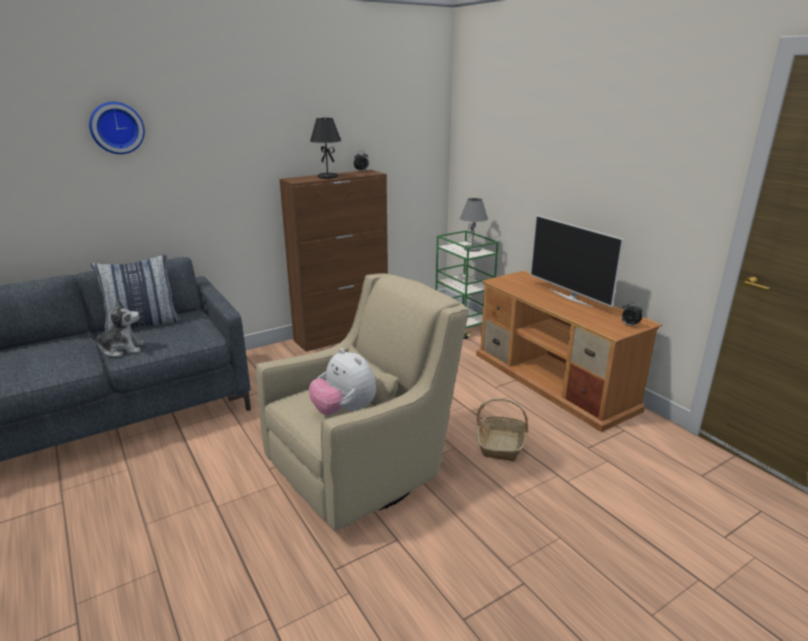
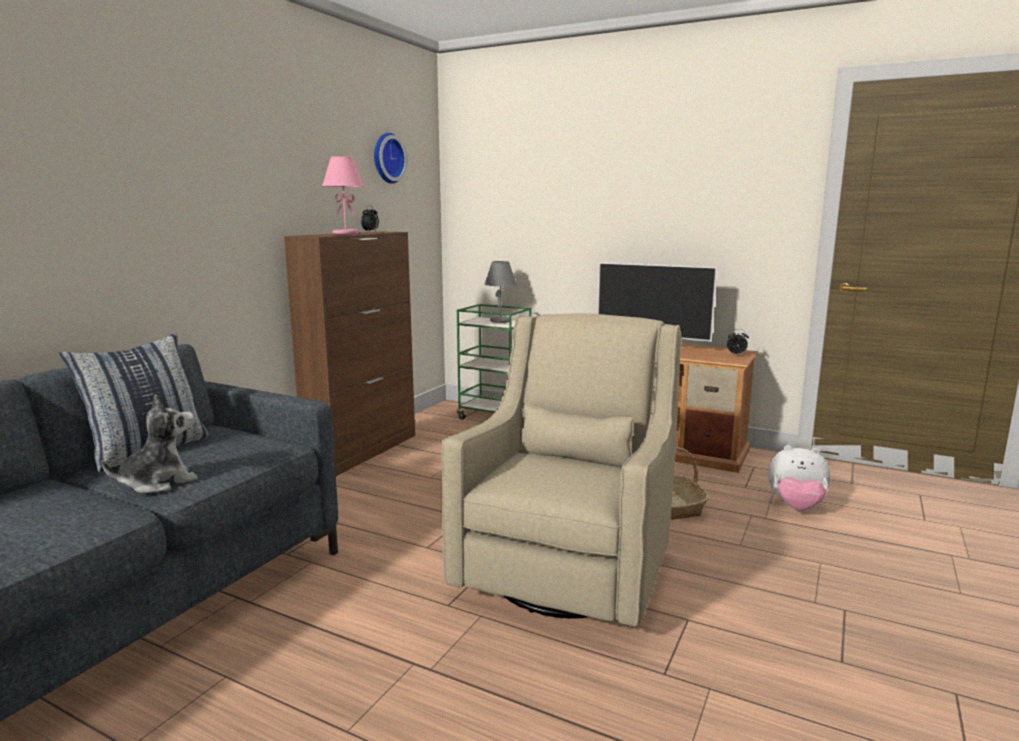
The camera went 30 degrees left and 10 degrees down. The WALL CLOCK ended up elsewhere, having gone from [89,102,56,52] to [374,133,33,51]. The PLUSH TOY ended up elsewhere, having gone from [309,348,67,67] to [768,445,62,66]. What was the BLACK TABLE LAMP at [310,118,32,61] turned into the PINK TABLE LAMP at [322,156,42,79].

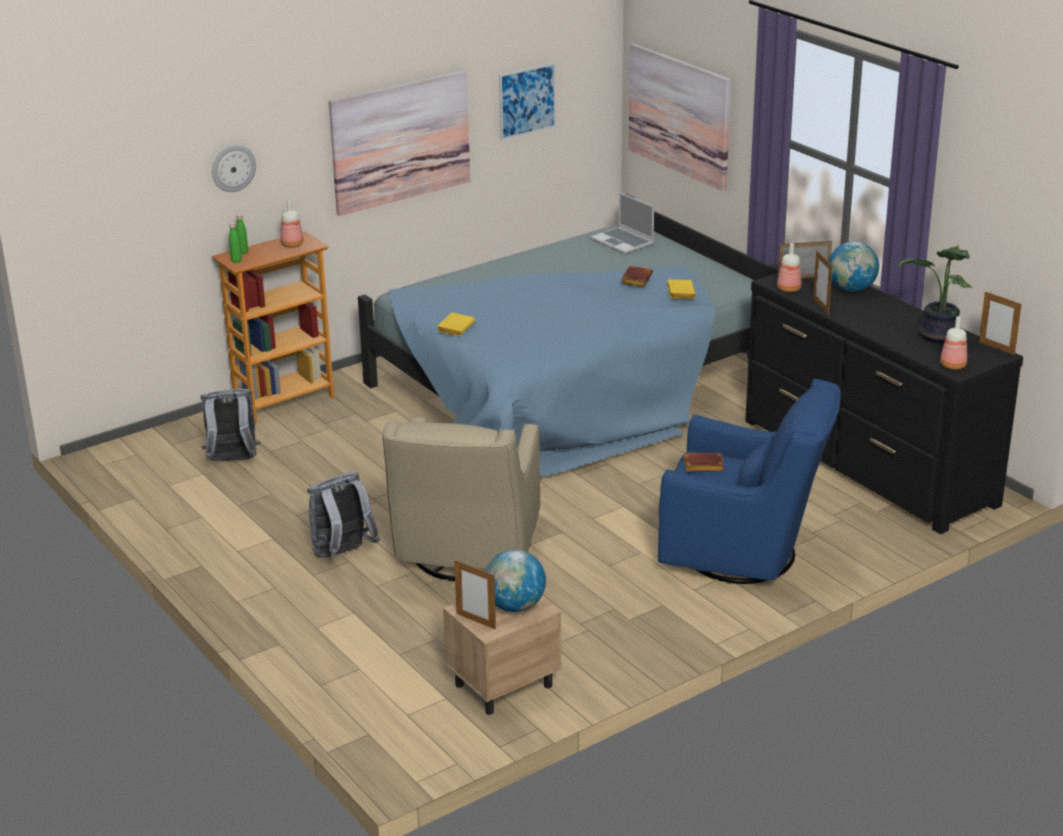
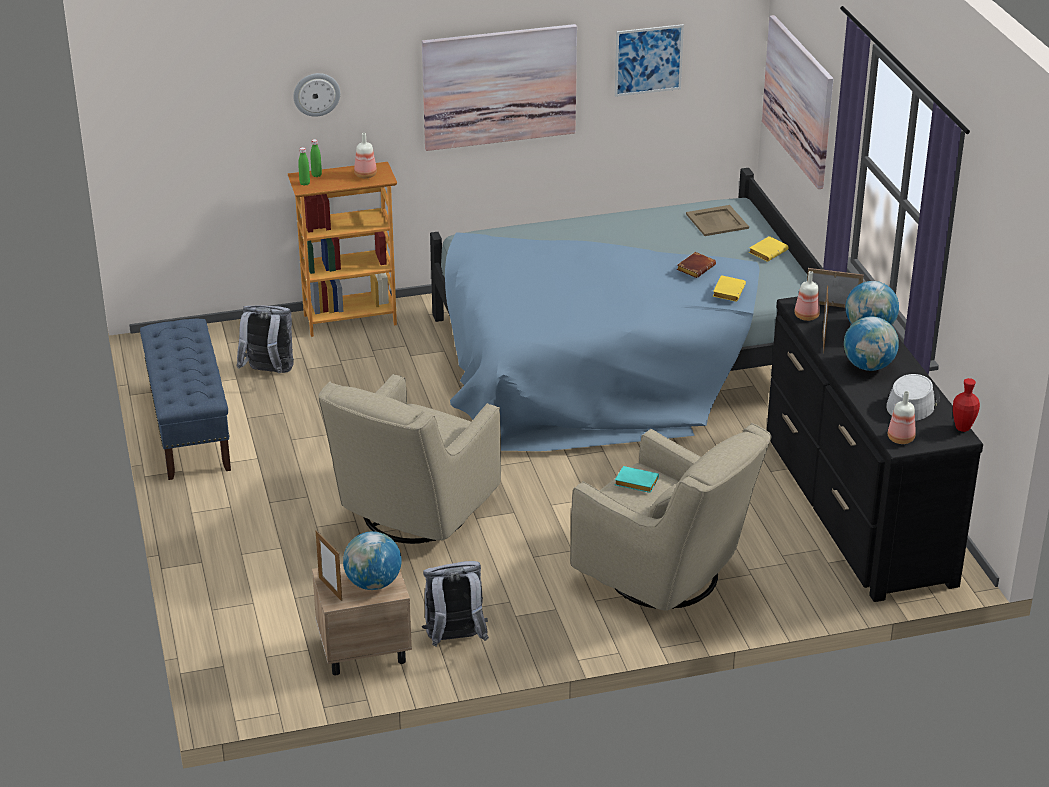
The camera went 20 degrees right and 5 degrees up. The second view gained the BLUE BENCH at [140,319,91,161]. The second view gained the GLOBE at [844,316,55,55]. The GREY BACKPACK ended up elsewhere, having gone from [307,472,73,86] to [422,561,67,86]. The YELLOW BOOK ended up elsewhere, having gone from [437,313,38,23] to [749,236,39,26]. Where the LAPTOP stood at [591,192,63,62], the BEIGE TRAY came to stand at [686,205,63,31]. Where the POTTED PLANT stood at [899,246,73,98], the GREY HAT came to stand at [886,374,54,47]. Where the PICTURE FRAME stood at [979,291,43,64], the RED VASE came to stand at [953,378,27,54]. What was the BLUE ARMCHAIR at [658,379,183,205] turned into the BEIGE ARMCHAIR at [570,423,201,188]. What was the BROWN BOOK at [684,453,40,19] turned into the TURQUOISE BOOK at [615,466,44,27].

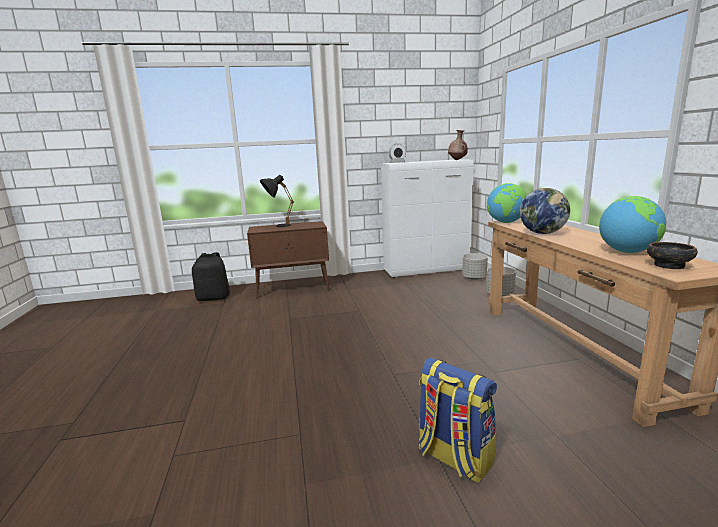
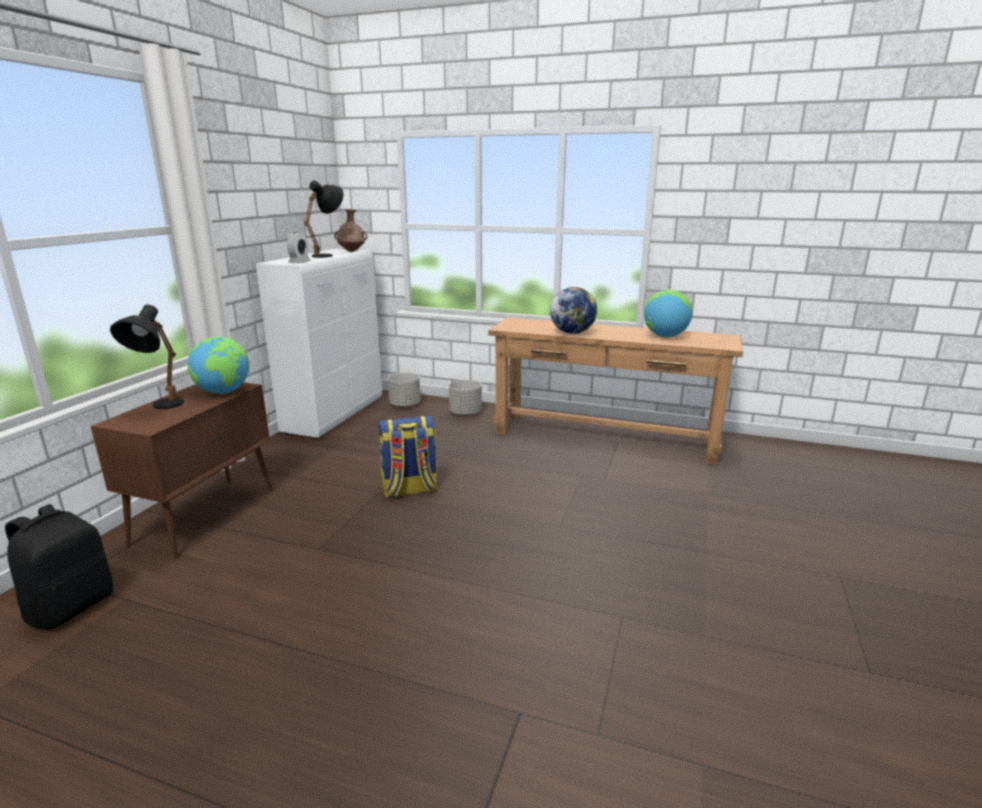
The camera went 60 degrees left and 5 degrees up. The second view lost the BOWL at [647,242,51,27]. The second view gained the BLACK TABLE LAMP at [304,180,40,78]. The BACKPACK ended up elsewhere, having gone from [418,357,79,126] to [378,416,60,82]. The GLOBE ended up elsewhere, having gone from [487,183,40,40] to [187,336,62,58].

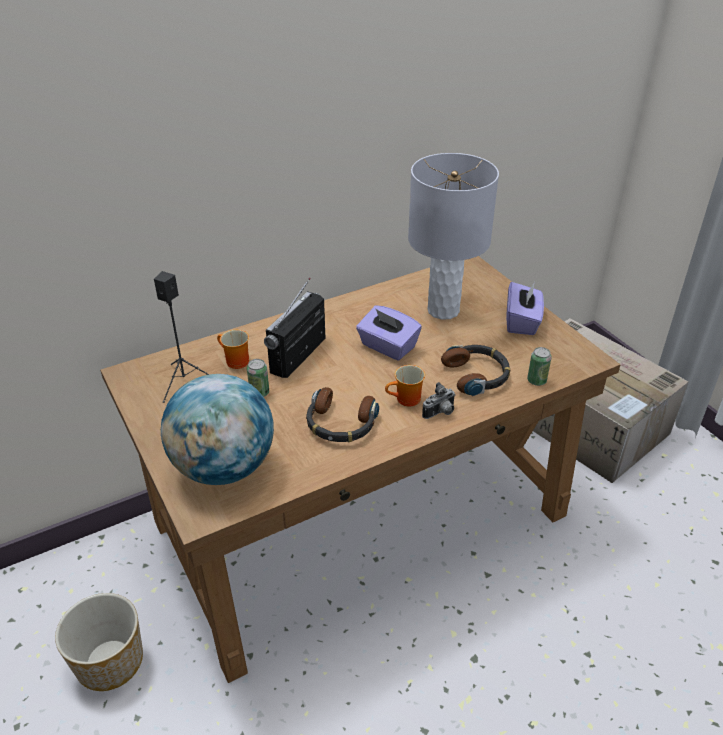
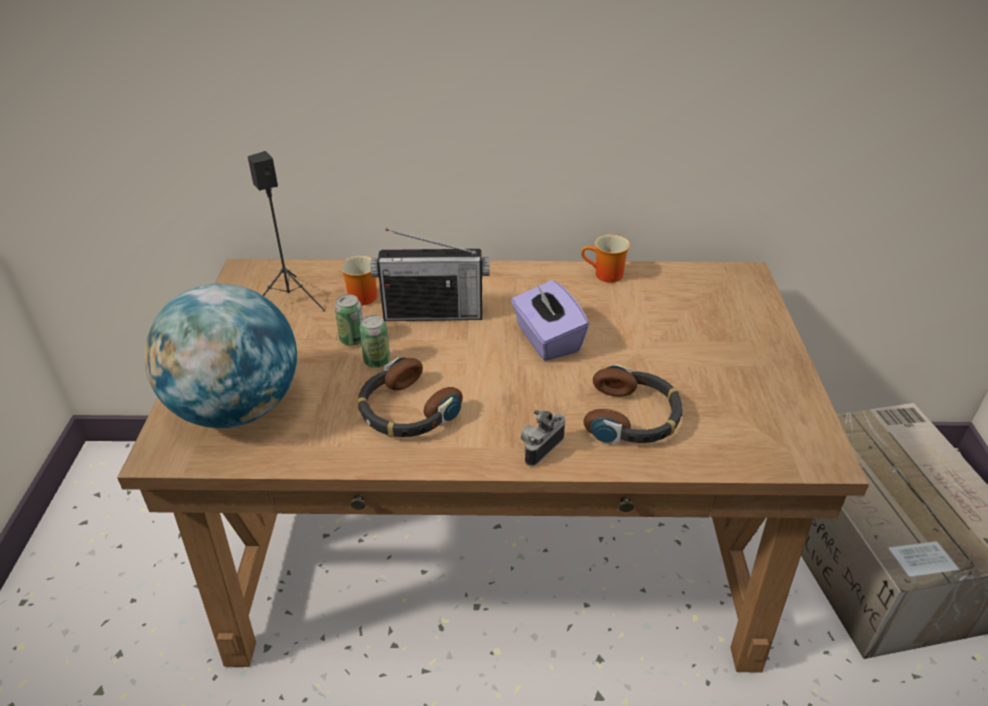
The camera went 30 degrees right and 0 degrees up. The second view lost the PLANTER at [55,593,88,98]. The second view lost the GREY TABLE LAMP at [408,153,91,167]. The second view lost the PURPLE TISSUE BOX at [506,282,38,53]. The MUG ended up elsewhere, having gone from [385,365,40,42] to [581,235,49,48]. The CAN ended up elsewhere, having gone from [527,347,25,39] to [359,315,31,53]. The RADIO at [264,278,61,100] ended up facing another way, 150 degrees counterclockwise from before. The PHOTO CAMERA at [422,382,33,37] ended up facing another way, 135 degrees clockwise from before.

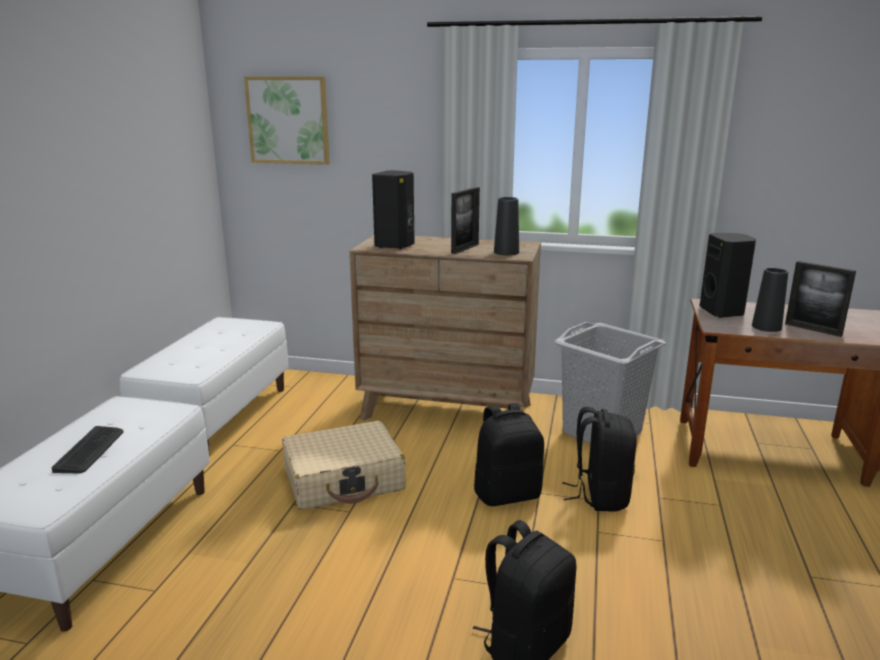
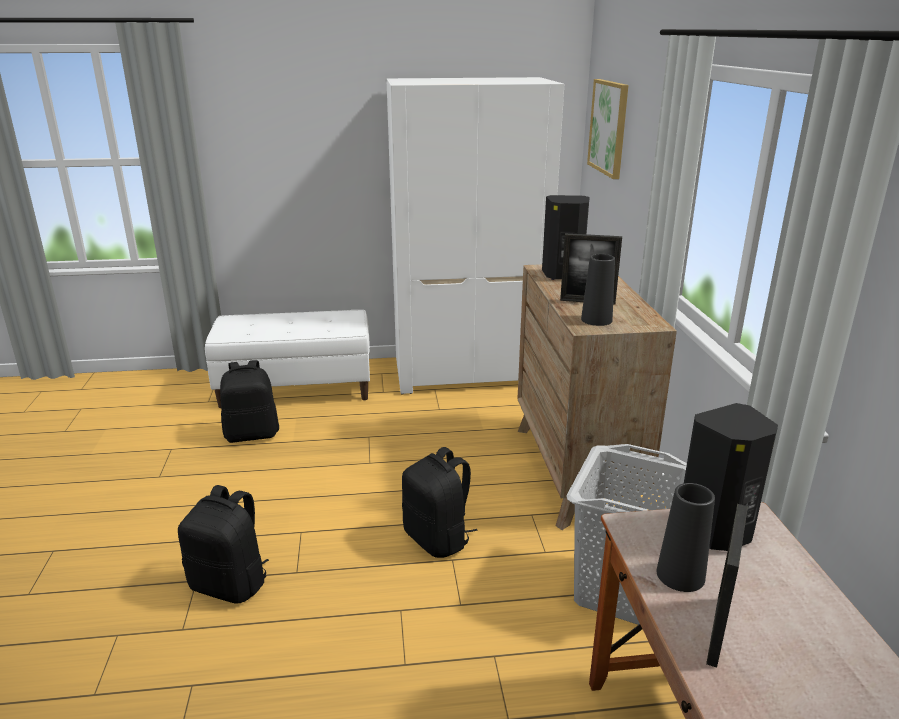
The camera went 70 degrees right and 5 degrees up. The second view lost the KEYBOARD at [51,426,73,47]. The second view lost the BEIGE SUITCASE at [282,421,124,89]. The BLACK BACKPACK ended up elsewhere, having gone from [562,407,75,105] to [220,360,59,83]. Where the WHITE BENCH stood at [120,317,169,142], the WHITE WARDROBE came to stand at [386,77,178,318].

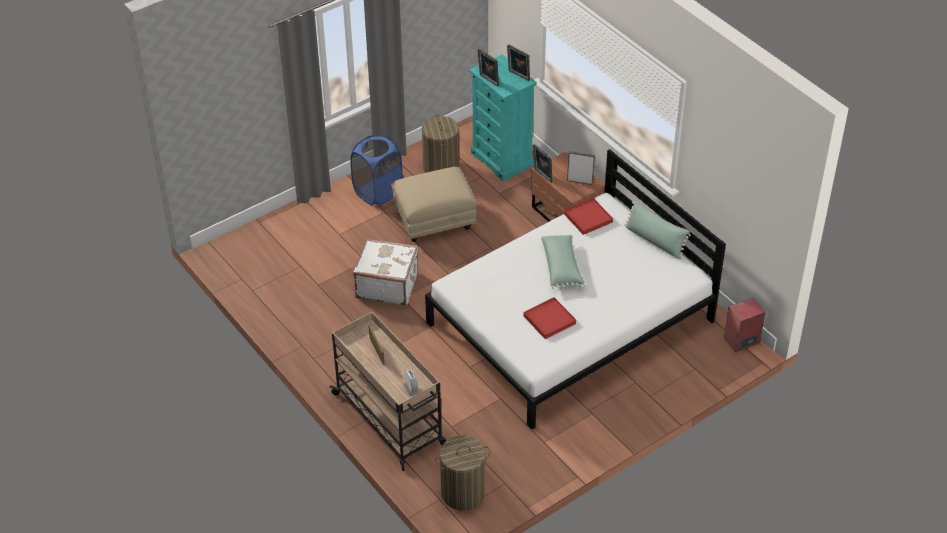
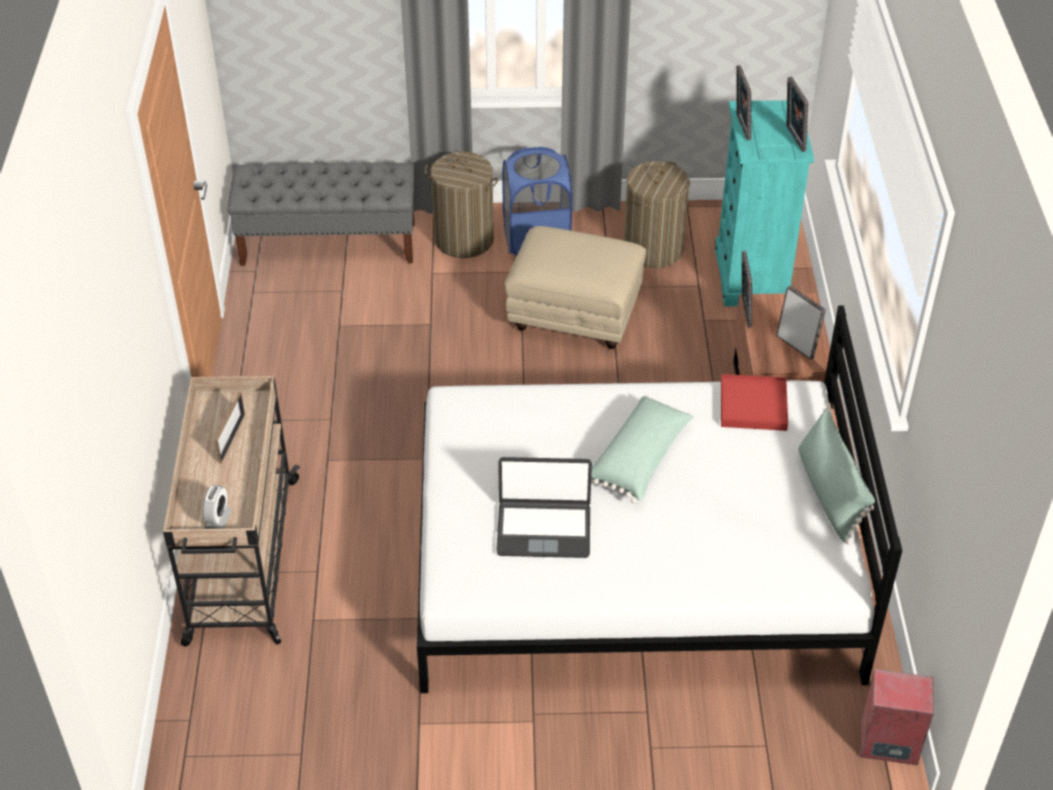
The camera went 35 degrees right and 0 degrees up. The second view lost the WHITE SUITCASE at [353,238,65,68]. The second view gained the GREY BENCH at [228,163,187,103]. The LAUNDRY BASKET ended up elsewhere, having gone from [435,435,55,76] to [425,152,74,106]. Where the RED TRAY stood at [523,297,53,42], the LAPTOP came to stand at [496,457,96,101].

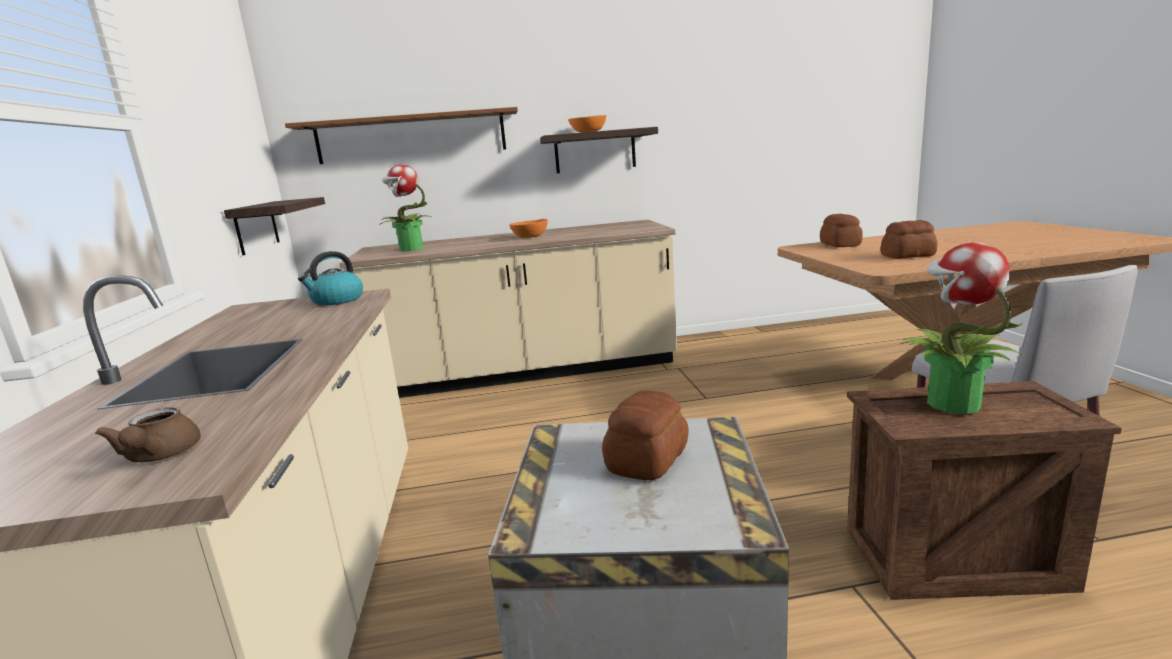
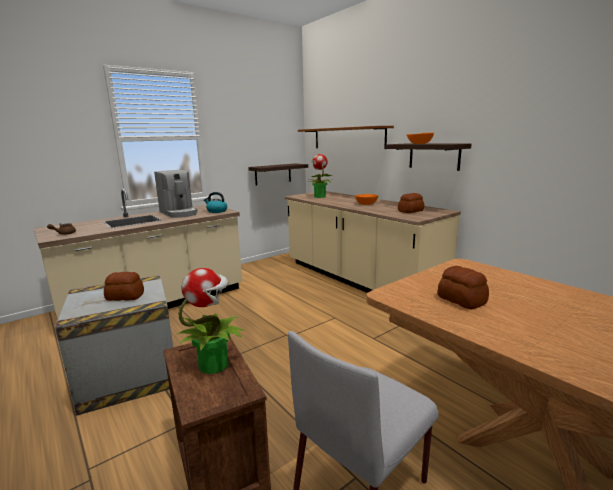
The camera went 60 degrees right and 0 degrees up. The second view gained the COFFEE MACHINE at [154,170,44,48]. The BREAD ended up elsewhere, having gone from [820,214,43,33] to [398,193,26,20].

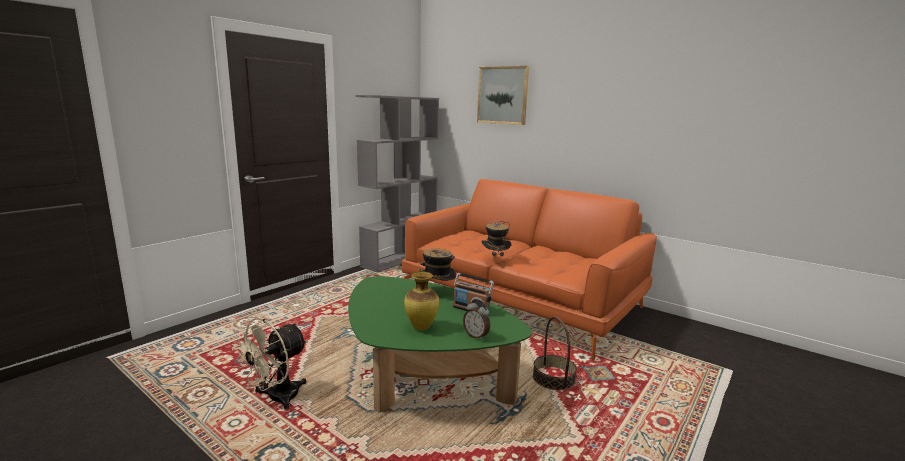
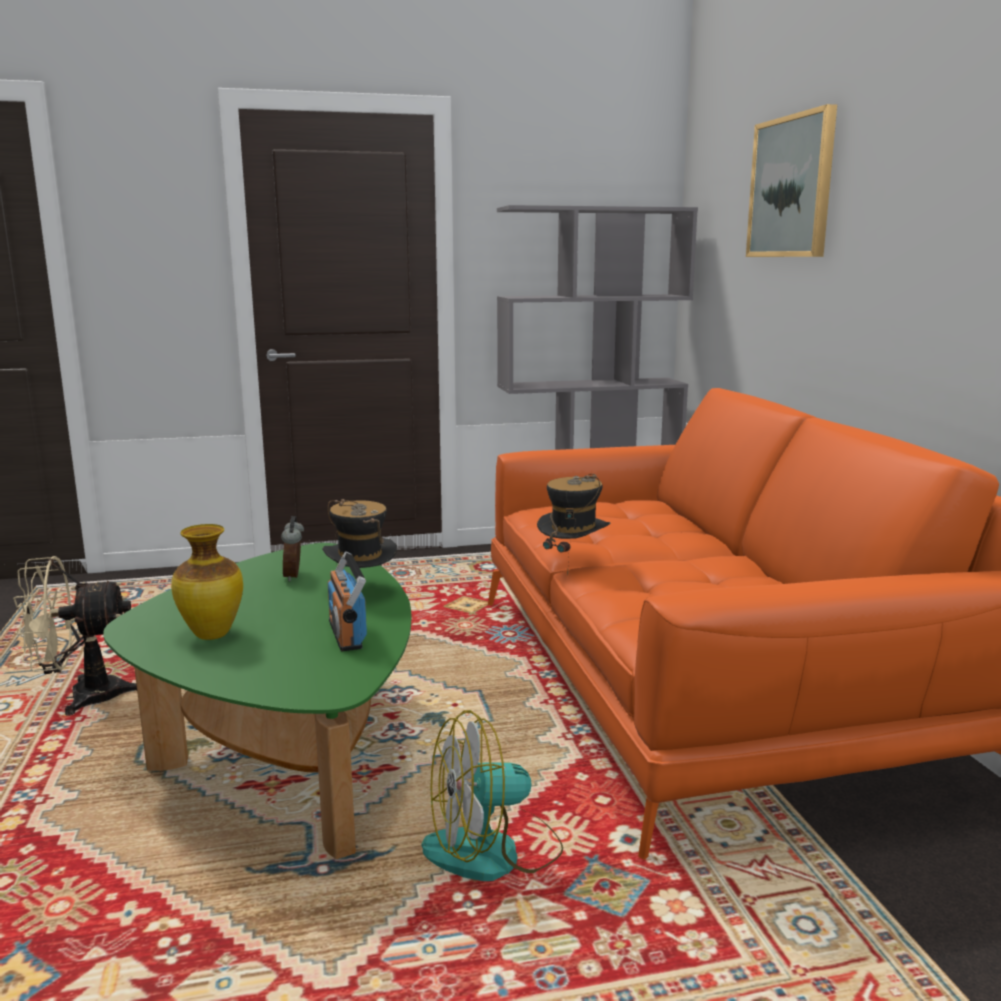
The camera went 40 degrees right and 0 degrees up. The ALARM CLOCK ended up elsewhere, having gone from [463,300,27,40] to [281,516,23,66]. Where the BASKET stood at [533,316,44,74], the FAN came to stand at [422,710,141,171].

